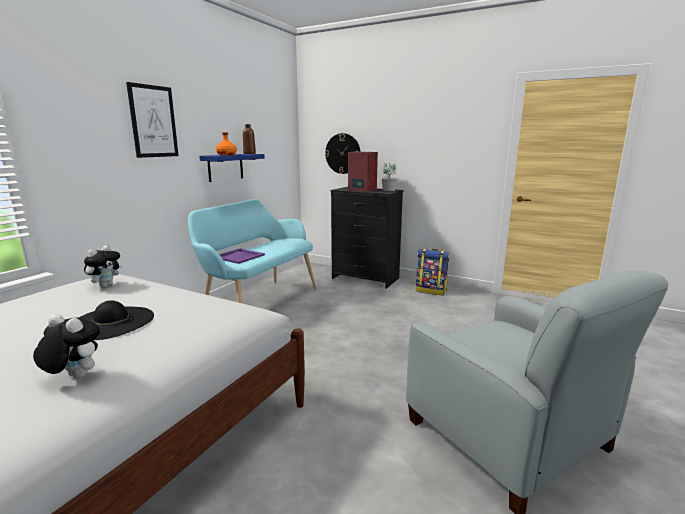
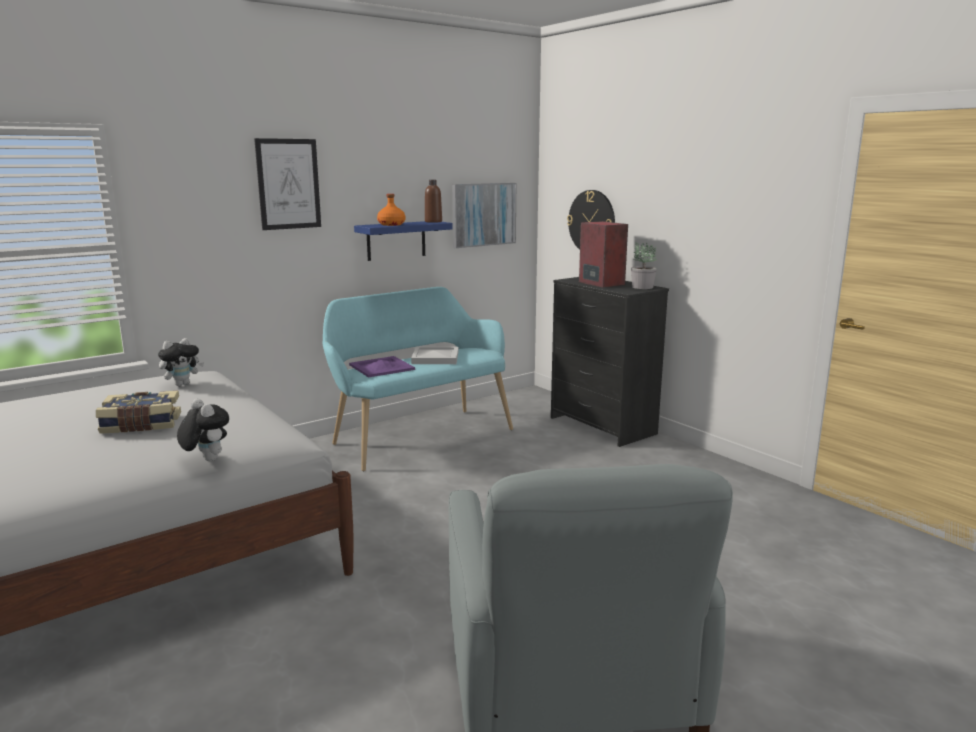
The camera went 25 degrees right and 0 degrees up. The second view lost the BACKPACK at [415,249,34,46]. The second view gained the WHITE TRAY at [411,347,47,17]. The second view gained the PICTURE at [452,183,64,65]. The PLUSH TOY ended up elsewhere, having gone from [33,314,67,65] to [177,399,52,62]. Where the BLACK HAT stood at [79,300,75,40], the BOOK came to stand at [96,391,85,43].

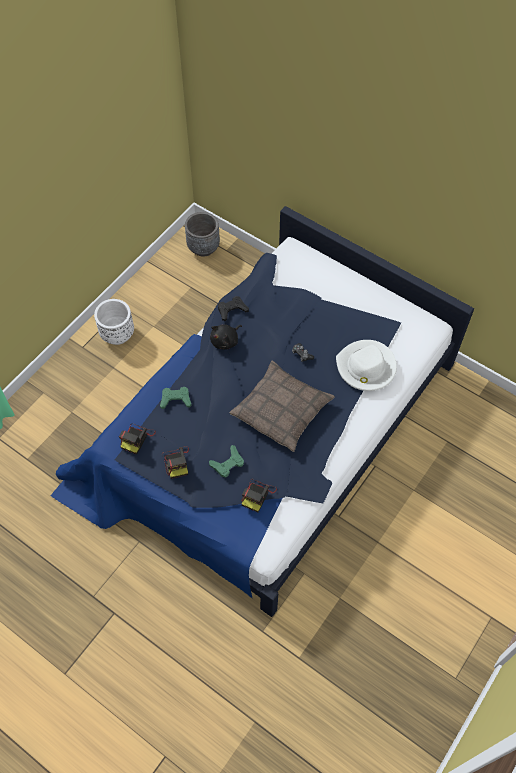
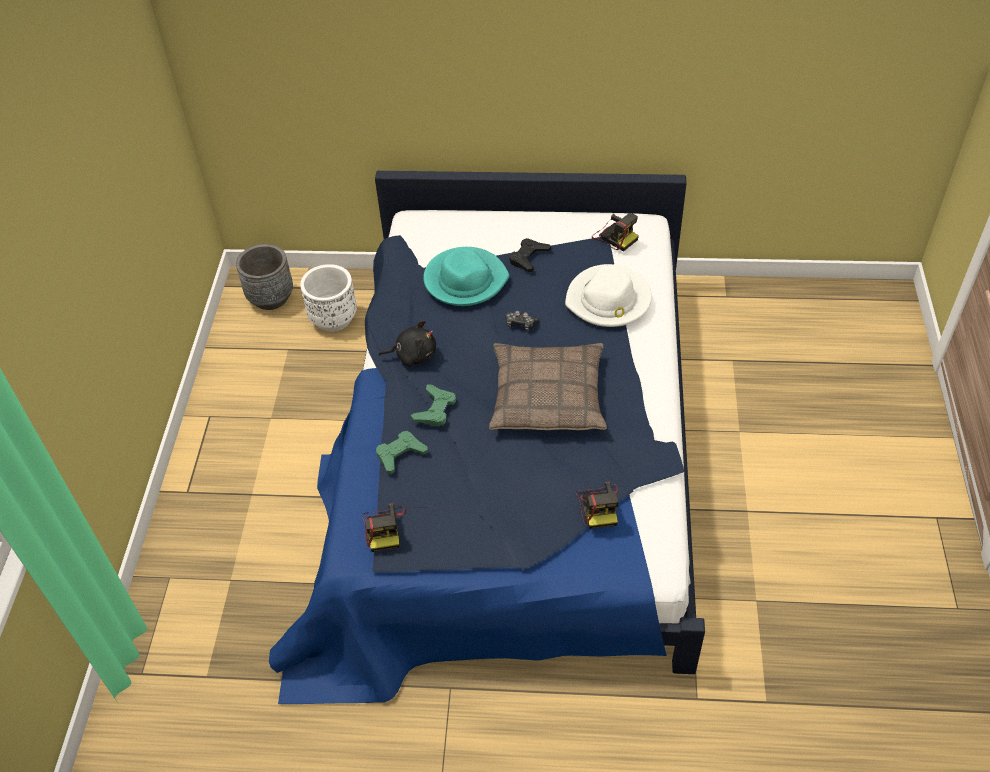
The camera went 30 degrees left and 10 degrees down. The second view gained the TURQUOISE HAT at [423,247,86,59]. The WHITE PLANTER ended up elsewhere, having gone from [94,299,40,46] to [300,264,57,68]. The PHOTO CAMERA ended up elsewhere, having gone from [162,446,27,33] to [592,213,47,38]. The GREEN GAME CONTROLLER ended up elsewhere, having gone from [209,445,35,33] to [411,385,45,42]. The BLACK GAME CONTROLLER ended up elsewhere, having gone from [218,296,31,25] to [509,238,42,34]. The BLACK PLUSH TOY at [210,324,32,26] ended up facing another way, 105 degrees counterclockwise from before.

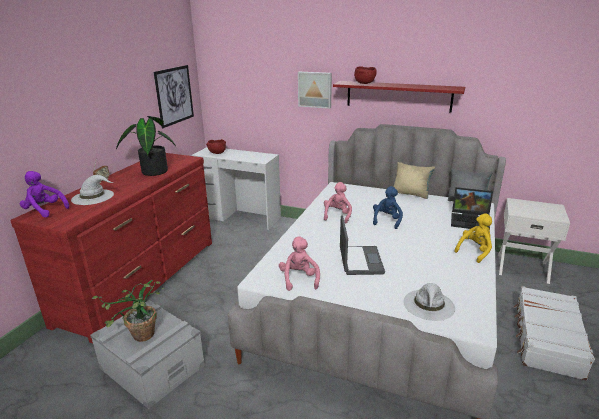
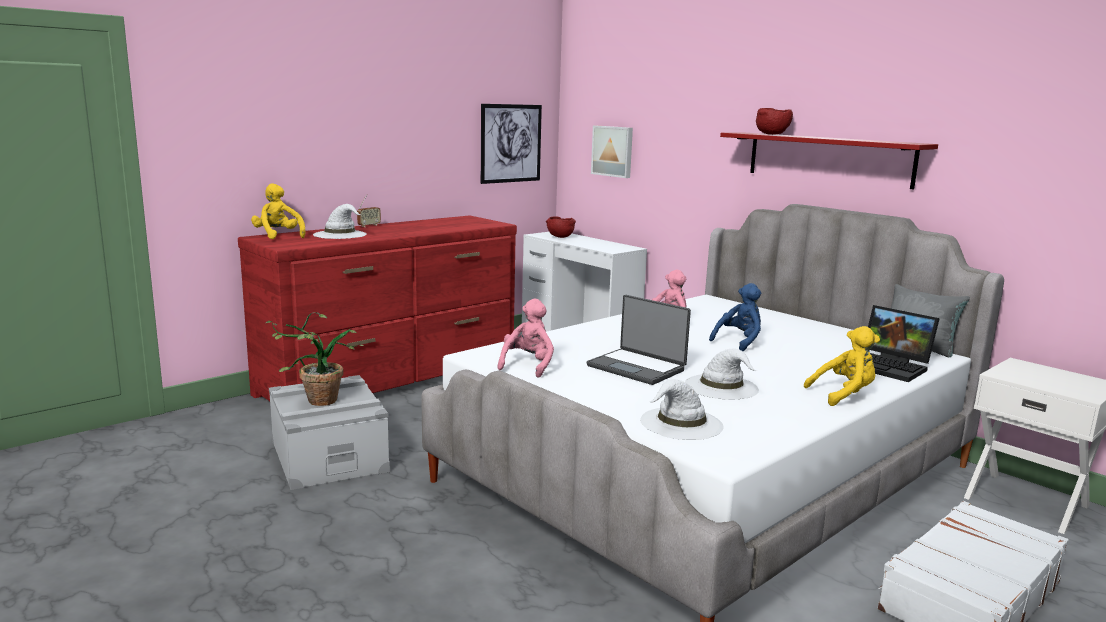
The camera went 25 degrees right and 10 degrees down. The second view lost the POTTED PLANT at [116,116,60,60]. The second view lost the BEIGE PILLOW at [394,162,41,37]. The second view gained the WHITE HAT at [685,348,74,52]. The PICTURE ended up elsewhere, having gone from [298,72,34,37] to [591,126,42,52]. What was the PURPLE PLUSH TOY at [20,171,49,46] turned into the YELLOW PLUSH TOY at [251,183,55,56]. The LAPTOP at [340,215,45,60] ended up facing another way, 105 degrees clockwise from before.

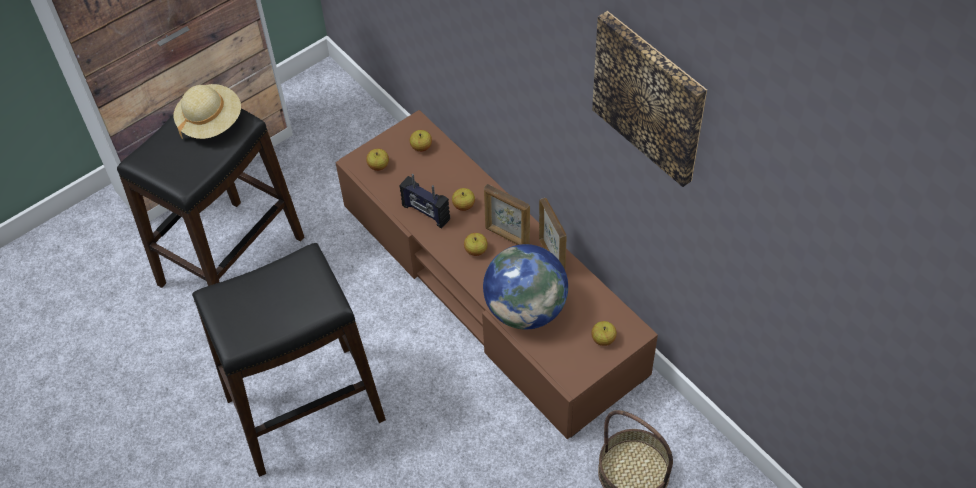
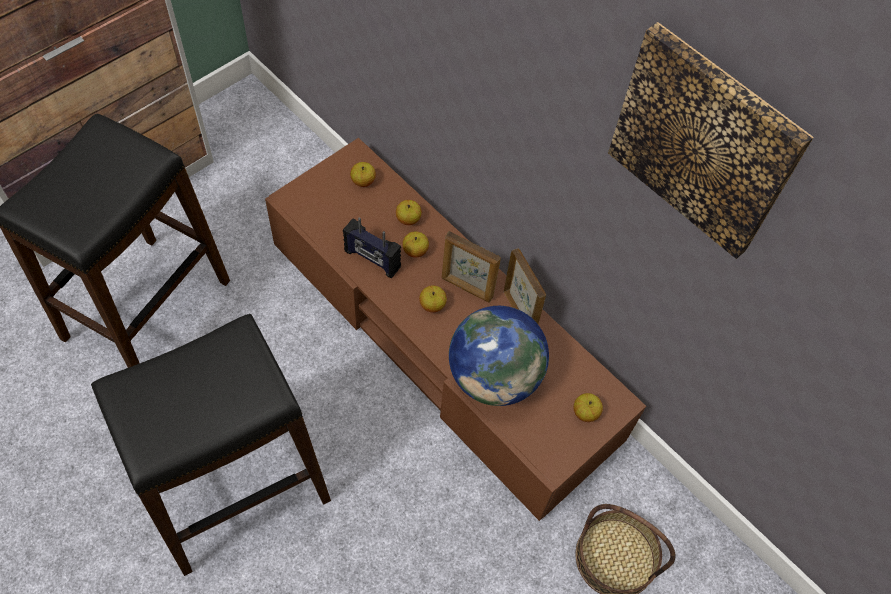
The camera went 10 degrees left and 5 degrees up. The second view lost the BEIGE HAT at [174,84,67,55]. The APPLE ended up elsewhere, having gone from [366,149,23,22] to [396,200,26,25].

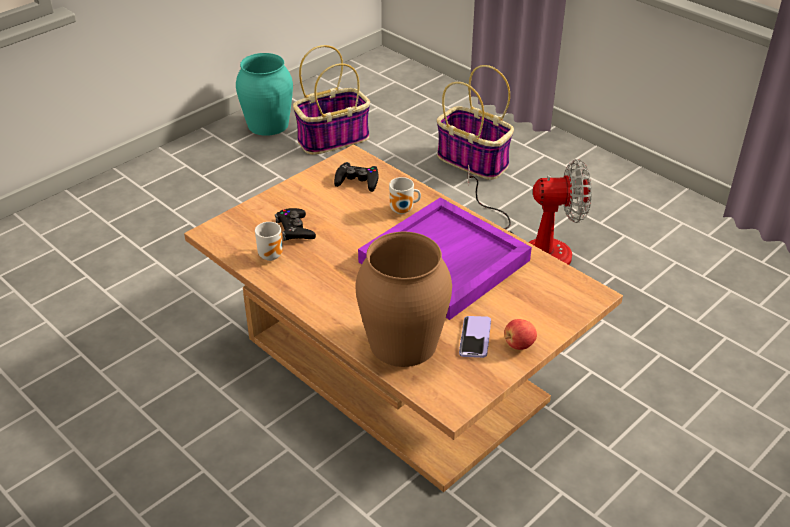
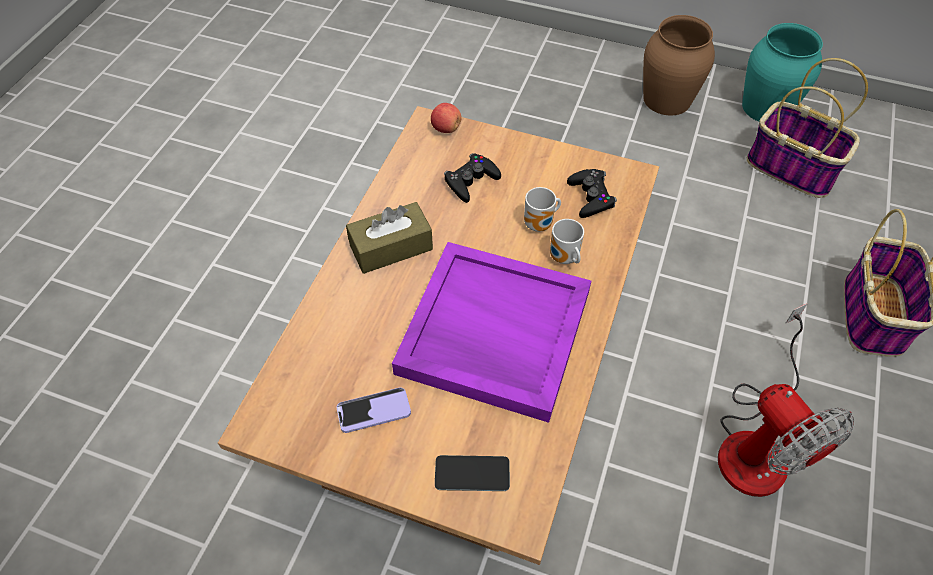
The camera went 65 degrees right and 15 degrees up. The second view gained the BROWN TISSUE BOX at [346,202,87,72]. The second view gained the PHONE at [435,455,75,36]. The MUG ended up elsewhere, having gone from [255,222,28,39] to [524,187,37,45]. The BROWN VASE ended up elsewhere, having gone from [355,232,97,135] to [643,15,72,100]. The APPLE ended up elsewhere, having gone from [504,319,33,31] to [431,103,30,30].

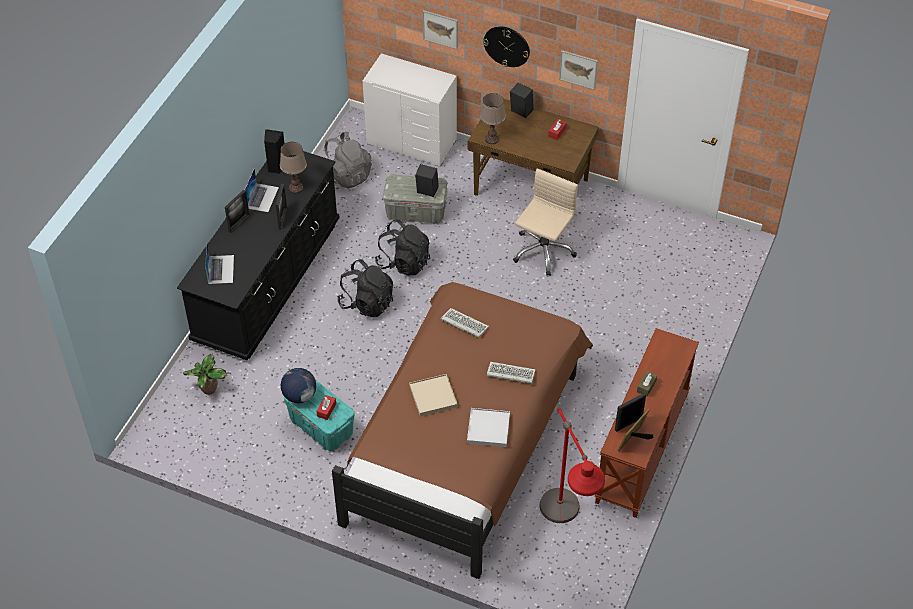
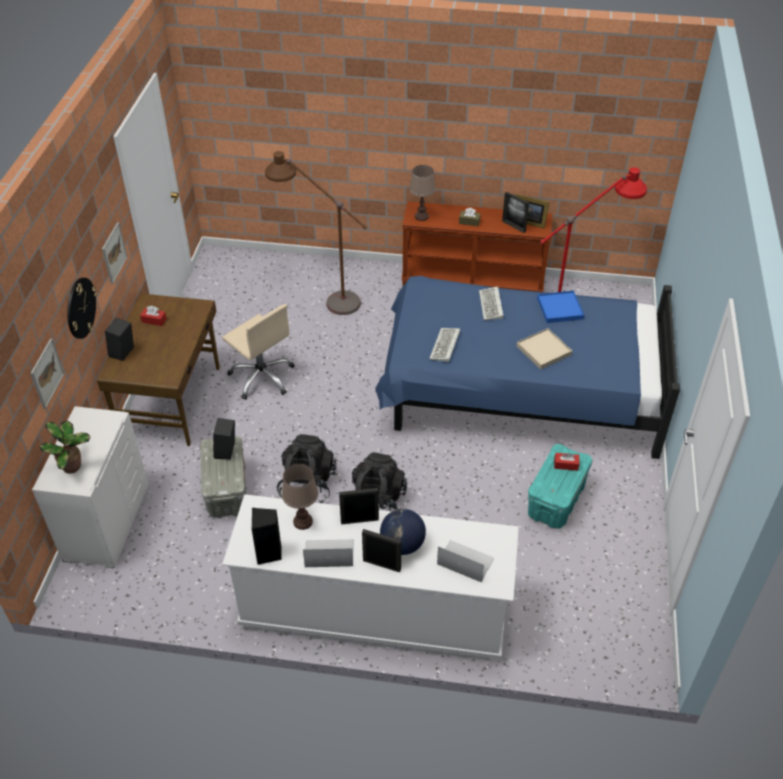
The camera went 105 degrees left and 5 degrees down. The second view lost the GREY BACKPACK at [324,132,48,57]. The second view gained the BROWN FLOOR LAMP at [265,151,102,164]. The POTTED PLANT ended up elsewhere, having gone from [183,354,44,41] to [40,421,51,53]. The GLOBE ended up elsewhere, having gone from [281,368,35,35] to [380,509,46,46]. The BROWN TABLE LAMP ended up elsewhere, having gone from [480,93,26,51] to [409,165,27,56]. What was the BLACK DRESSER at [177,151,163,209] turned into the WHITE DRESSER at [222,494,297,166]. What was the BROWN BED at [332,282,261,297] turned into the BLUE BED at [375,276,305,183]. What was the WHITE TRAY at [467,408,43,39] turned into the BLUE TRAY at [537,291,47,32]. The LAPTOP at [205,244,29,40] ended up facing another way, 45 degrees clockwise from before. The BEIGE OFFICE CHAIR at [513,169,65,107] ended up facing another way, 150 degrees counterclockwise from before.

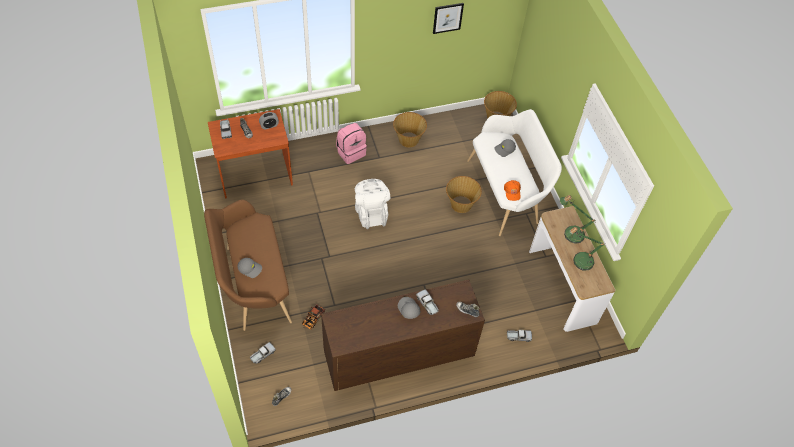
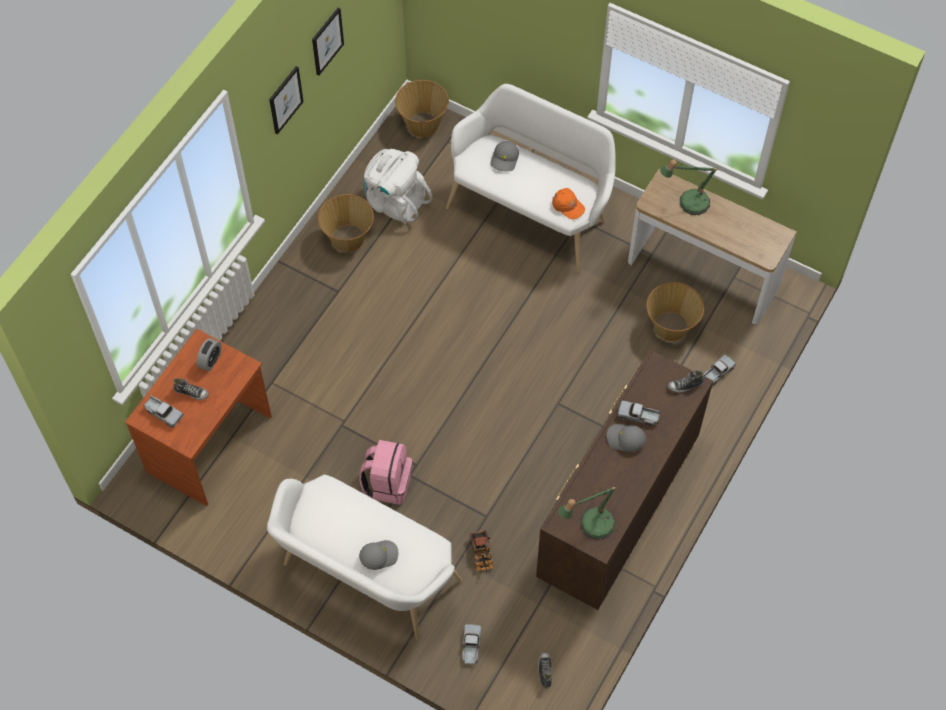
The camera went 40 degrees left and 5 degrees up. The second view gained the PICTURE at [269,66,35,69]. The PINK BACKPACK ended up elsewhere, having gone from [336,123,31,41] to [359,440,53,65]. The WHITE BACKPACK ended up elsewhere, having gone from [355,179,35,50] to [363,149,70,74]. The BASKET ended up elsewhere, having gone from [446,176,36,37] to [646,282,58,59]. The TABLE LAMP ended up elsewhere, having gone from [565,227,40,43] to [558,486,59,54]. What was the BROWN BENCH at [204,200,88,131] turned into the WHITE BENCH at [267,474,195,166].

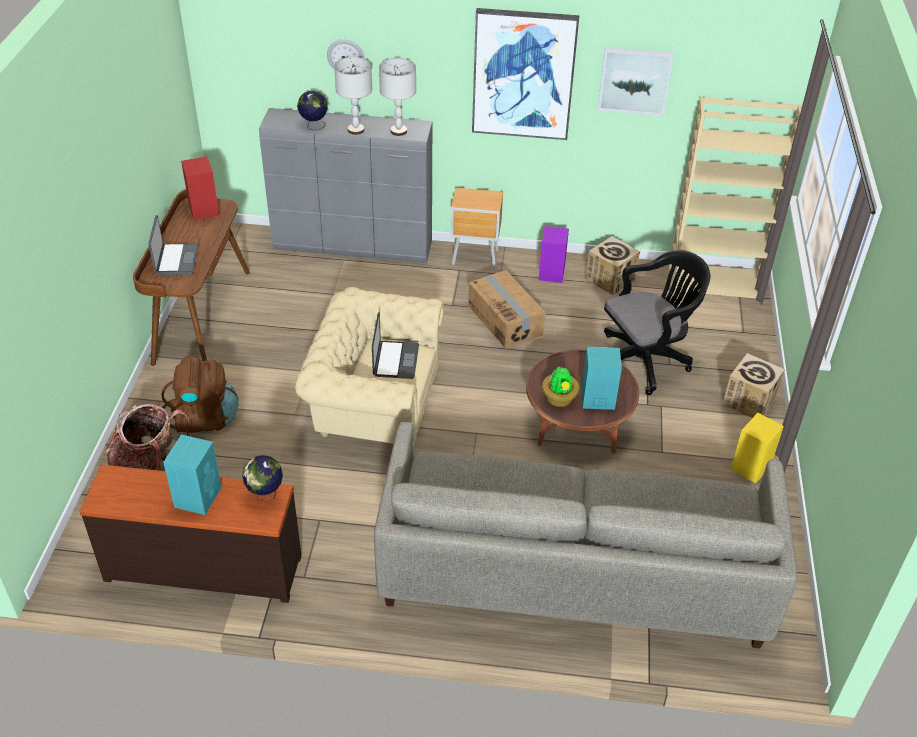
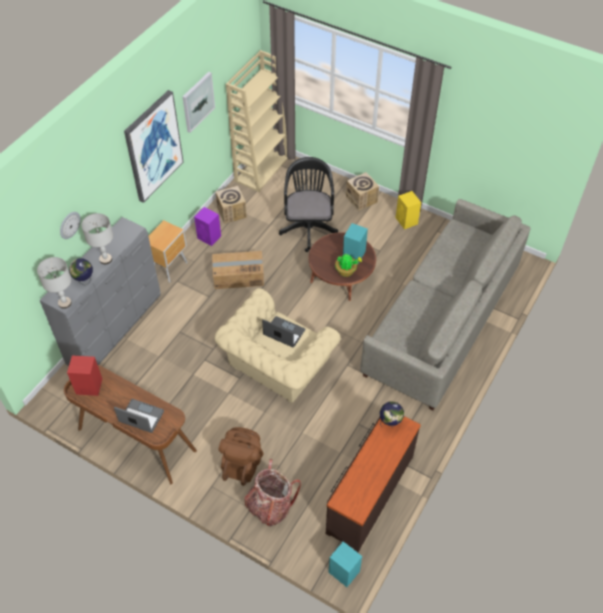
The camera went 65 degrees left and 10 degrees up. The TURQUOISE SPEAKER ended up elsewhere, having gone from [163,435,59,80] to [328,541,34,46]. The GREY TABLE LAMP ended up elsewhere, having gone from [379,58,37,78] to [37,257,35,52].

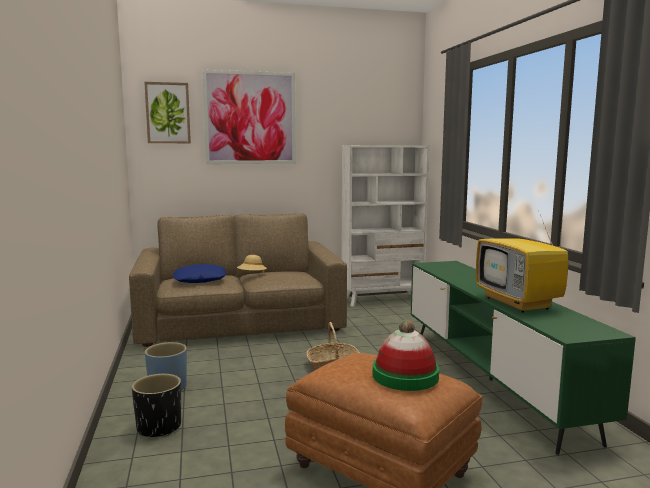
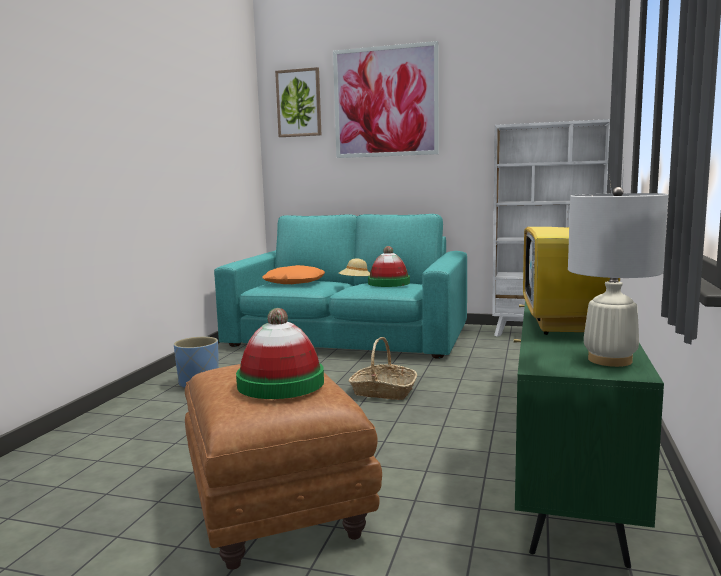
The camera went 30 degrees right and 0 degrees up. The second view lost the BLACK PLANTER at [132,374,49,63]. The second view gained the HAT at [368,246,42,41]. The second view gained the WHITE TABLE LAMP at [568,187,100,180]. What was the BROWN SOFA at [129,213,218,134] turned into the TURQUOISE SOFA at [214,214,253,145]. What was the BLUE PILLOW at [173,264,54,19] turned into the ORANGE PILLOW at [262,265,63,19].

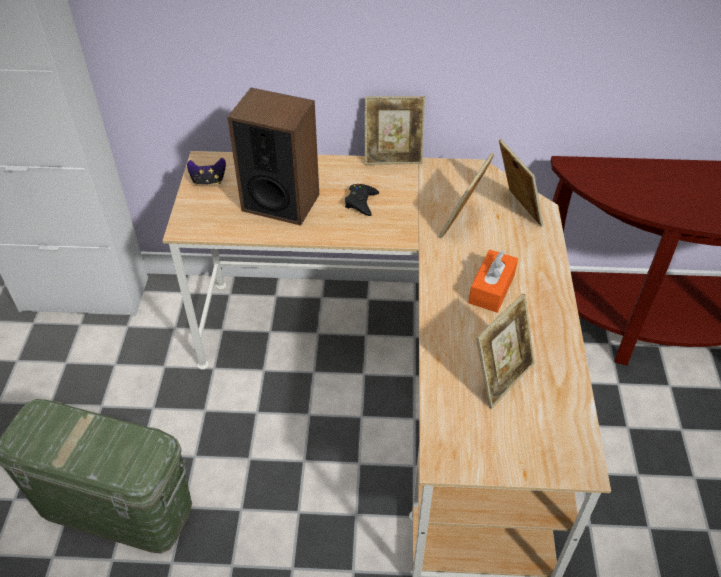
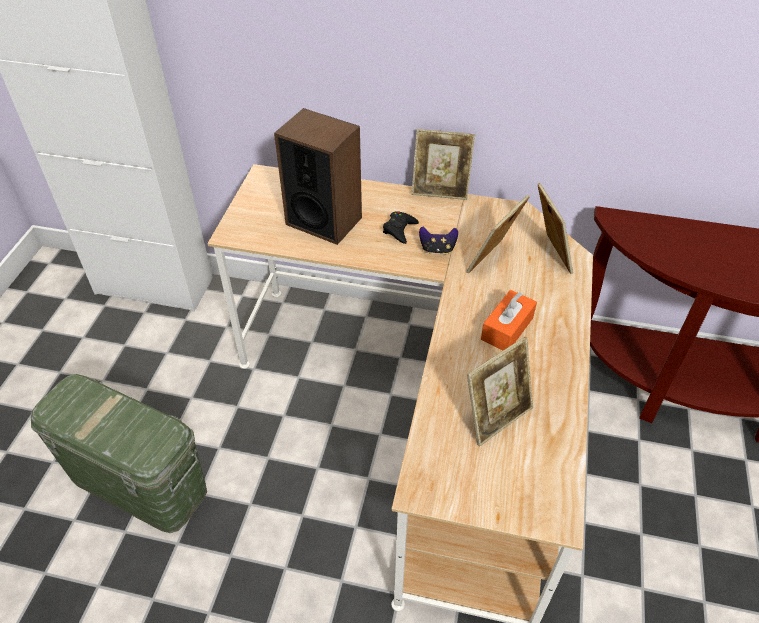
The camera went 10 degrees right and 0 degrees up. The GAME CONTROLLER ended up elsewhere, having gone from [187,158,39,28] to [419,226,39,28].

